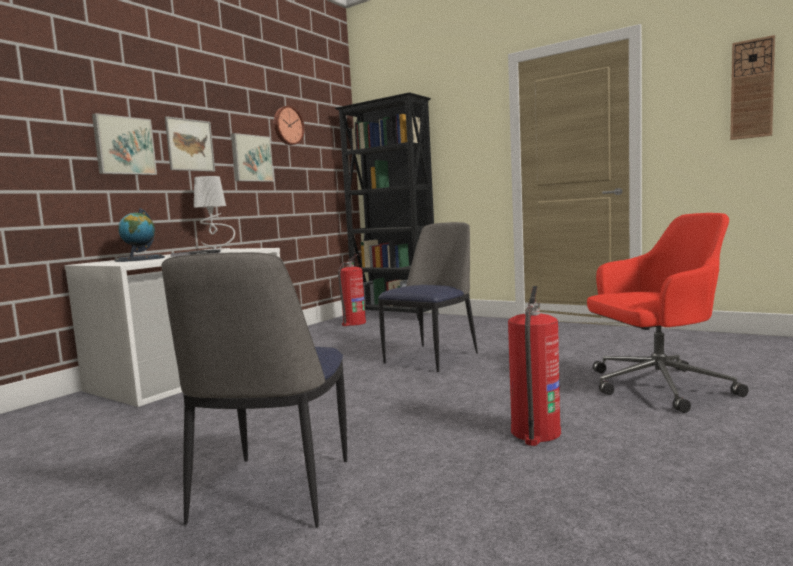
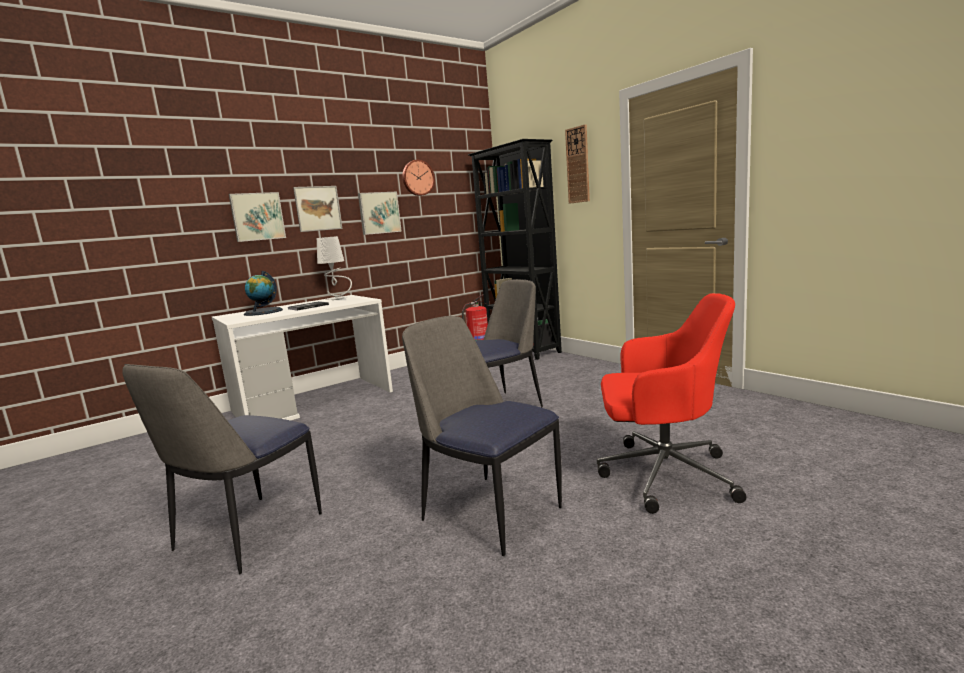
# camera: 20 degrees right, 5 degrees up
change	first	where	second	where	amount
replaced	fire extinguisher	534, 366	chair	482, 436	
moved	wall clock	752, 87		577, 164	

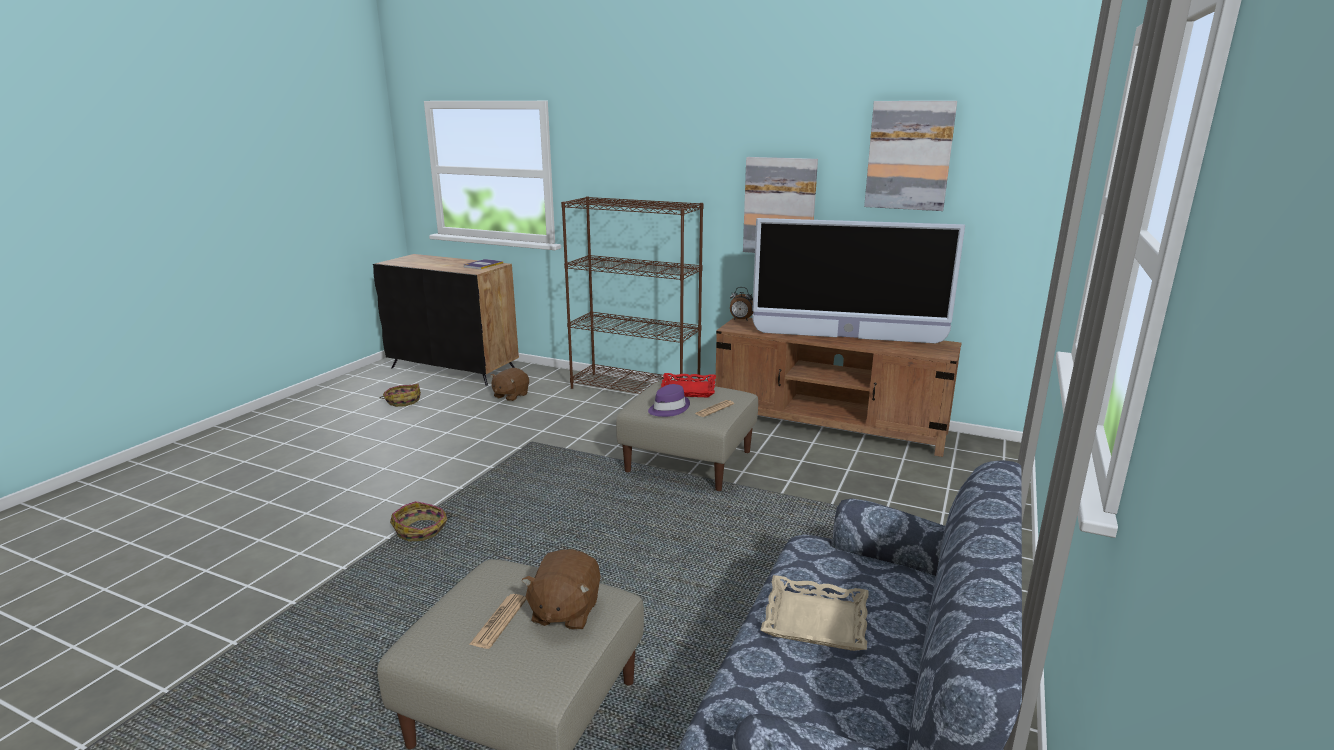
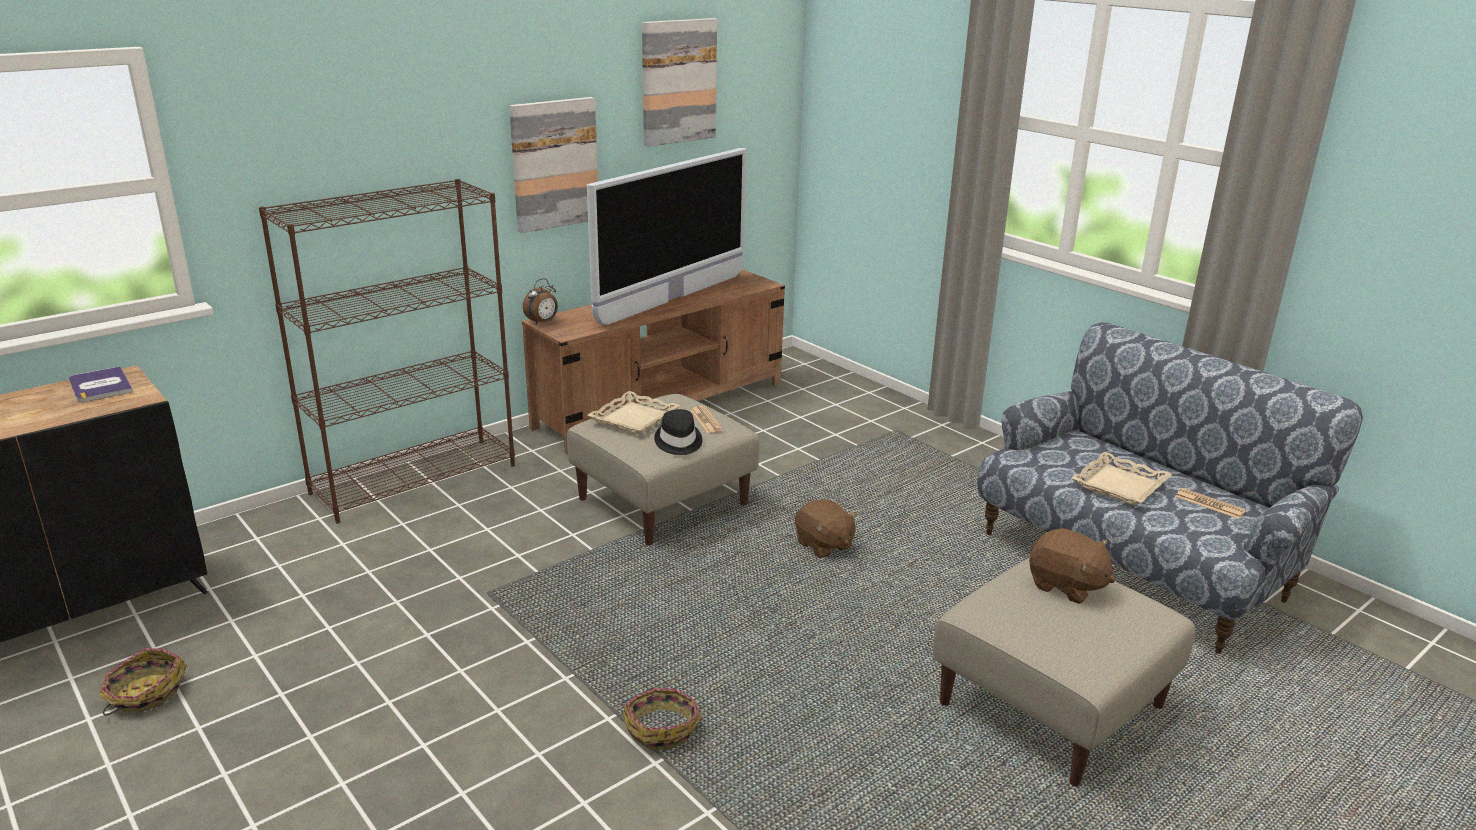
# camera: 65 degrees left, 5 degrees up
change	first	where	second	where	amount
recoloured	red tray	688, 385	beige tray	633, 412	
recoloured	purple hat	669, 400	black hat	678, 432	
moved	brown plush toy	509, 384		826, 528	
moved	newspaper	498, 621		1210, 503	

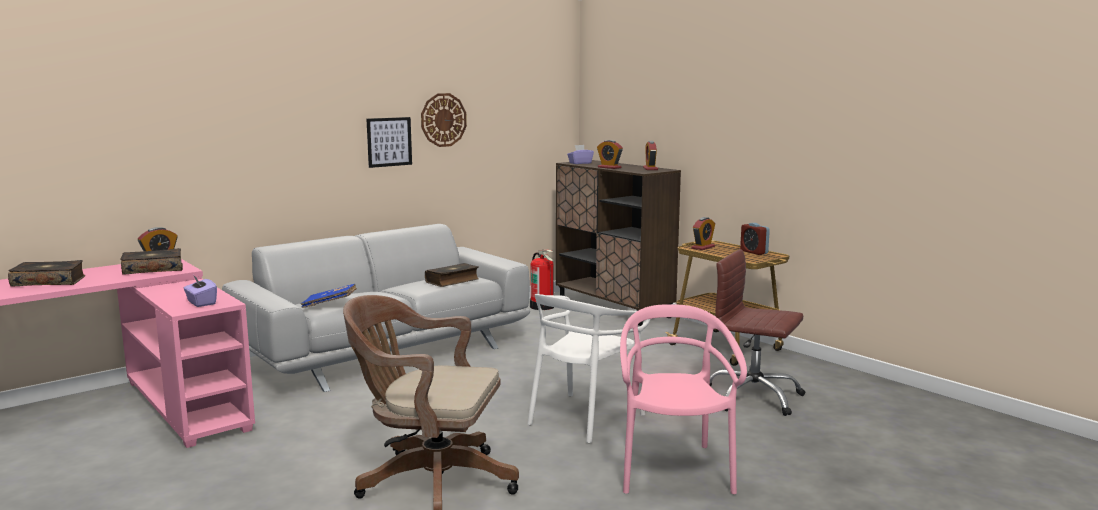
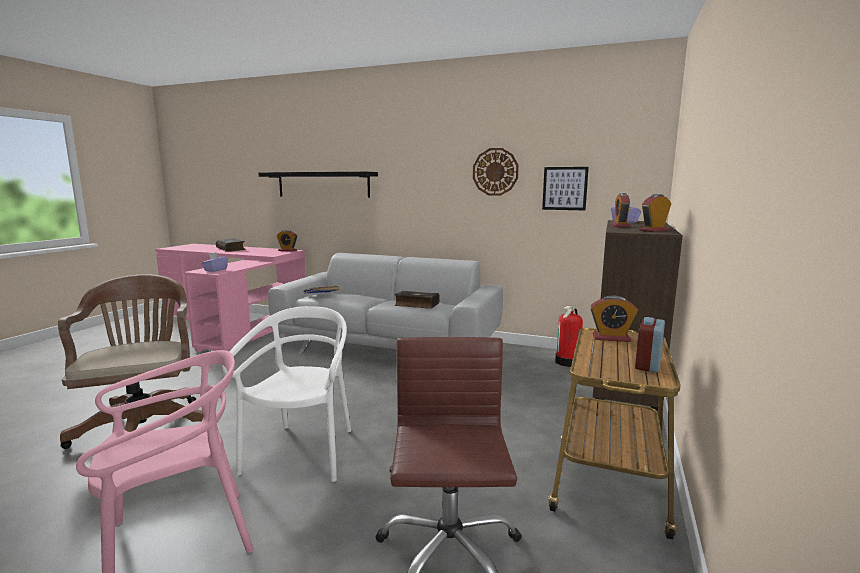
# camera: 60 degrees right, 0 degrees up
change	first	where	second	where	amount
turned	white chair	588, 368		286, 394	90 degrees clockwise
added			black shelf	318, 185	
moved	picture	389, 142		565, 188	
removed	book	151, 261			

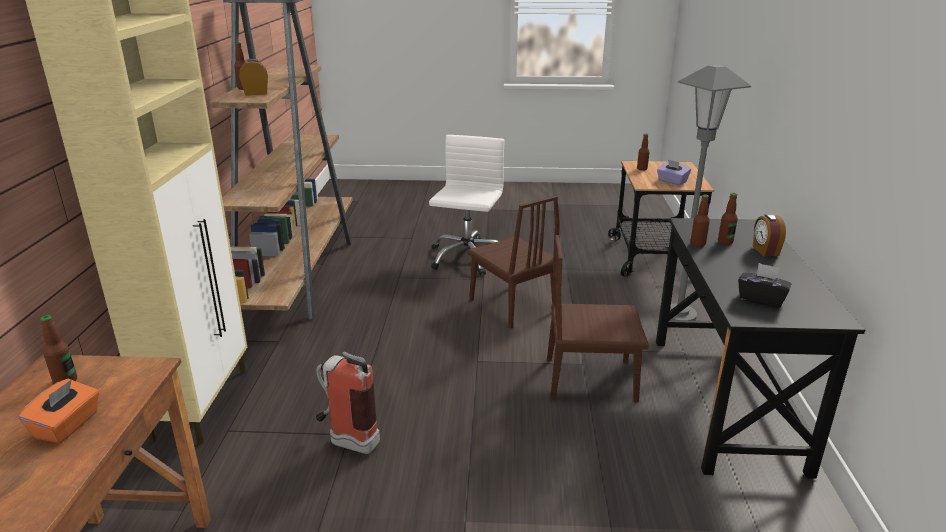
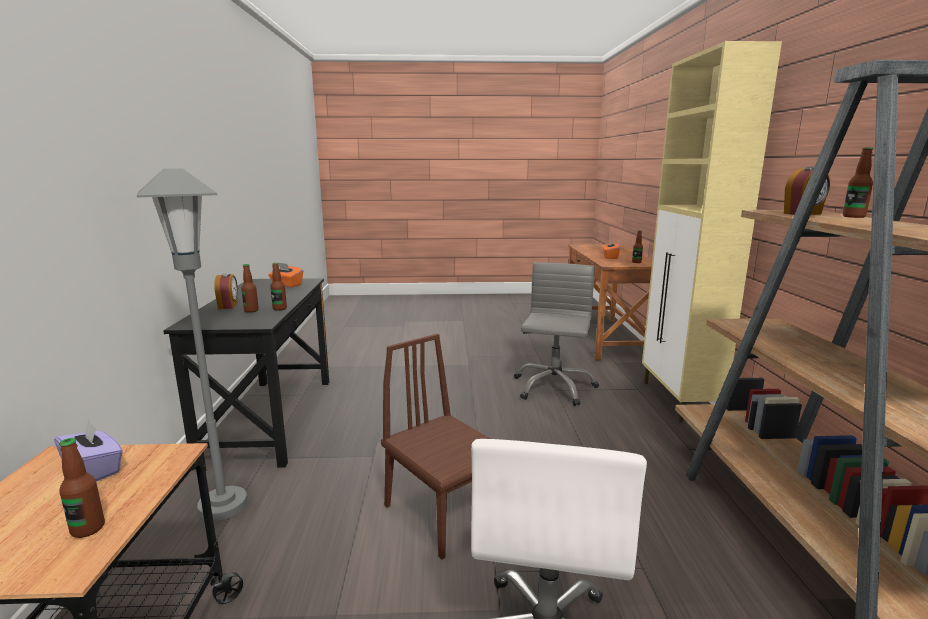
# camera: 175 degrees right, 10 degrees down
change	first	where	second	where	amount
recoloured	black tissue box	764, 285	orange tissue box	285, 275	
replaced	fire extinguisher	348, 403	grey office chair	556, 334	
removed	brown chair	598, 318			

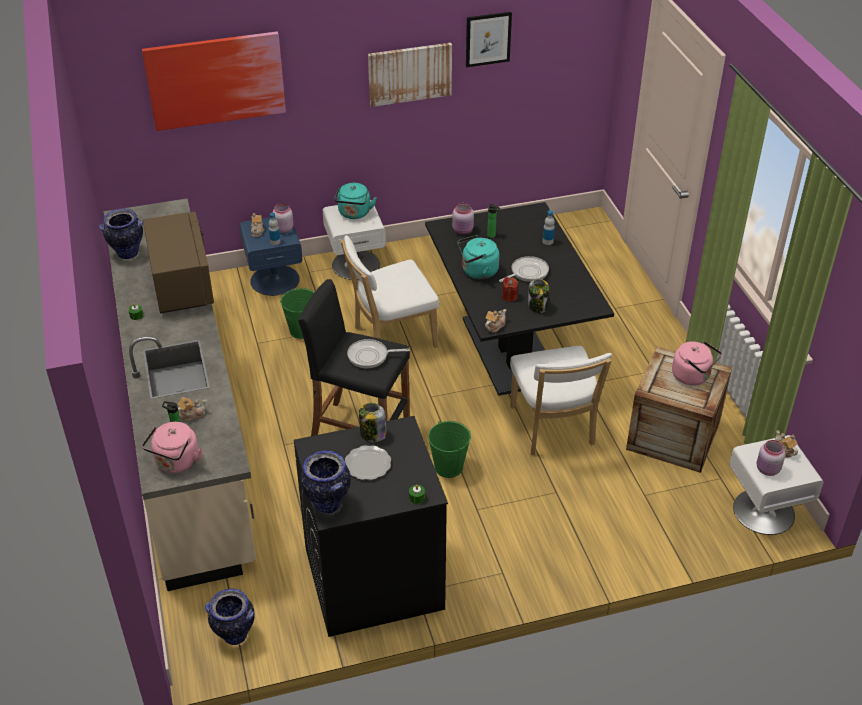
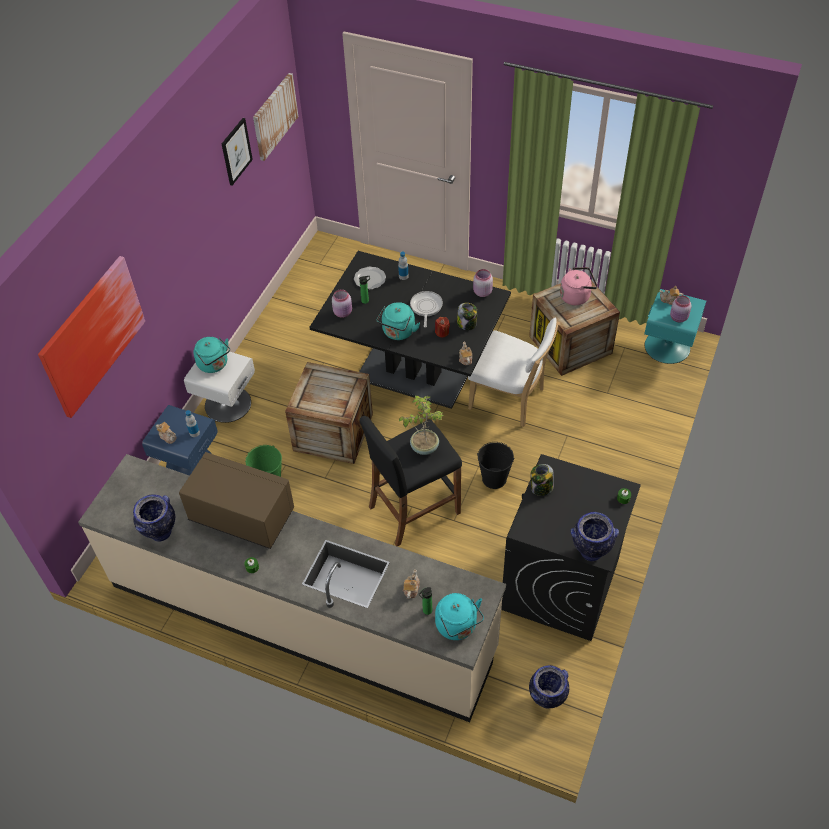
# camera: 50 degrees left, 10 degrees up
change	first	where	second	where	amount
moved	picture	410, 75		276, 117	
replaced	white chair	390, 291	crate	329, 413	
moved	plate	368, 463		370, 278	
replaced	frying pan	378, 353	potted plant	421, 425	
recoloured	pink kettle	172, 447	turquoise kettle	459, 616	
moved	pink jar	283, 218		483, 283	
recoloured	green bucket	449, 449	black bucket	496, 465	
recoloured	white nightstand	776, 485	turquoise nightstand	675, 326	

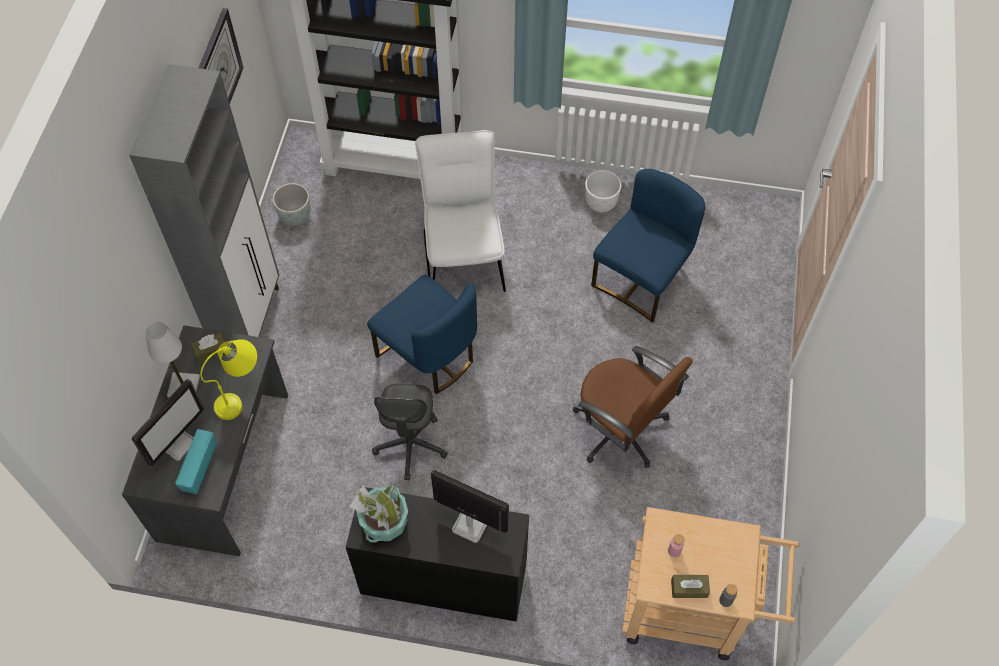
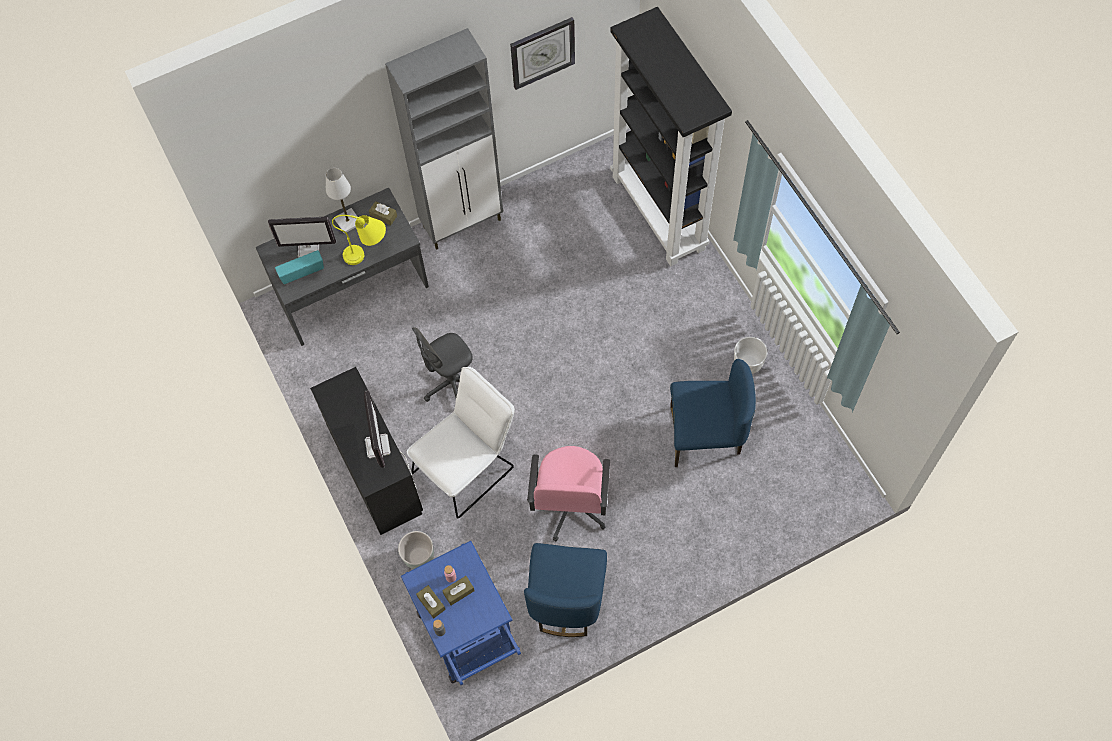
# camera: 55 degrees right, 5 degrees up
change	first	where	second	where	amount
moved	grey planter	291, 204		416, 550	
recoloured	beige cart	710, 583	blue cart	461, 613	
moved	white chair	460, 211		461, 442	
added			brown tissue box	458, 590	
moved	blue chair	422, 334		565, 590	
recoloured	brown office chair	633, 407	pink office chair	568, 493	
removed	potted plant	378, 510			

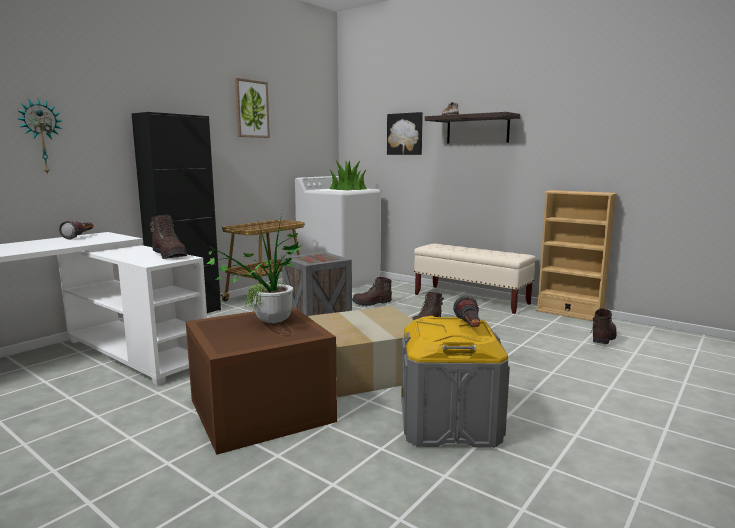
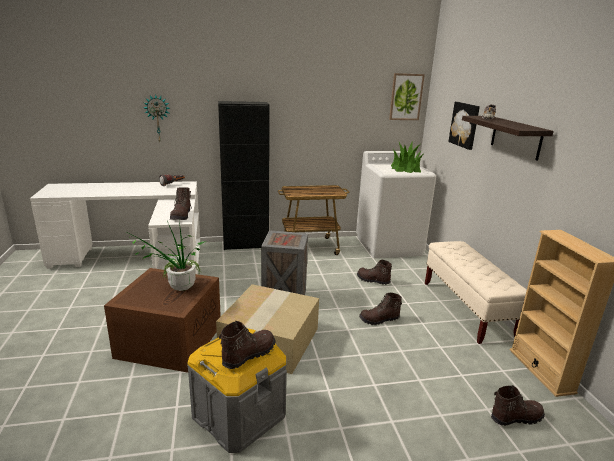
# camera: 40 degrees right, 10 degrees up
change	first	where	second	where	amount
replaced	flashlight	466, 311	brown boot	247, 345	
moved	picture	252, 108		407, 96	

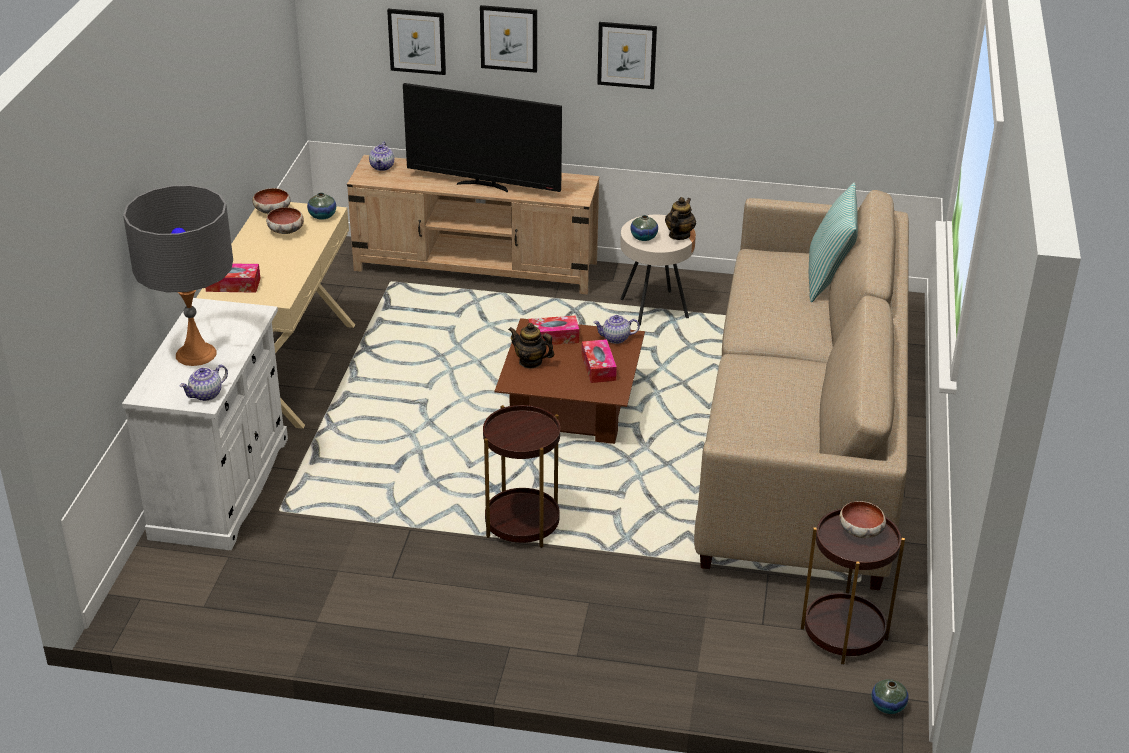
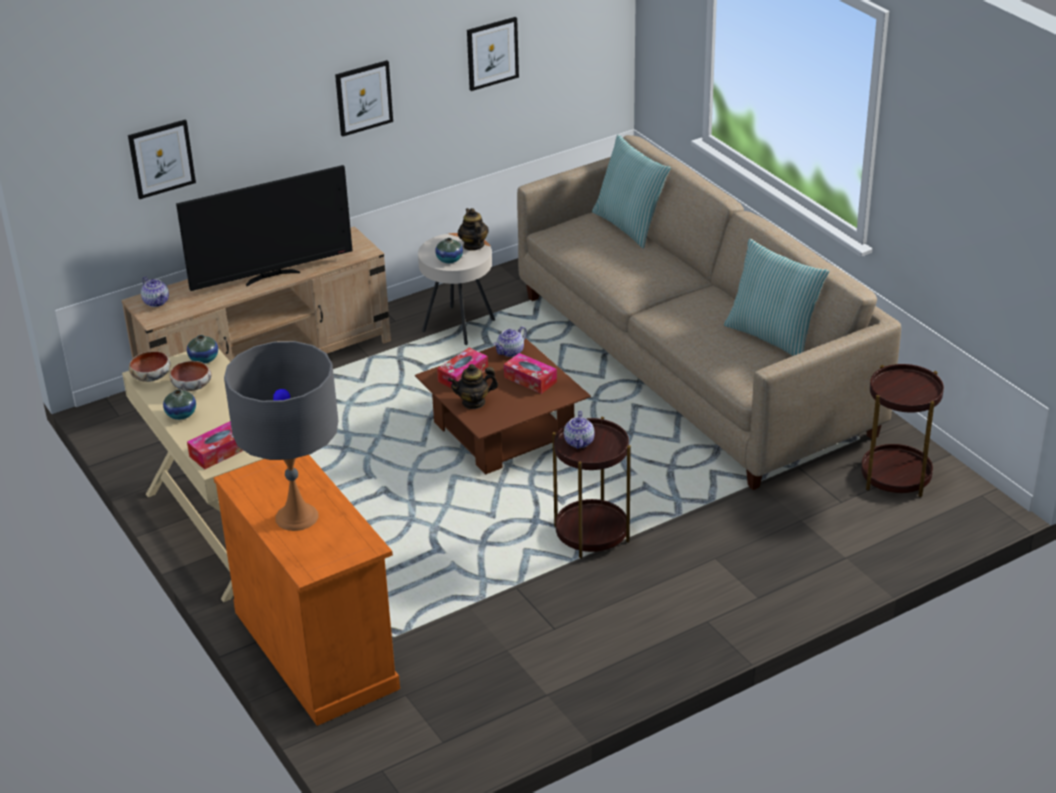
# camera: 40 degrees left, 0 degrees up
change	first	where	second	where	amount
moved	vase	890, 696		179, 405	
recoloured	white cabinet	205, 424	orange cabinet	307, 590	
moved	picture	508, 39		493, 54	
moved	teapot	204, 383		579, 430	
added			pillow	776, 297	
removed	bowl	862, 519			

